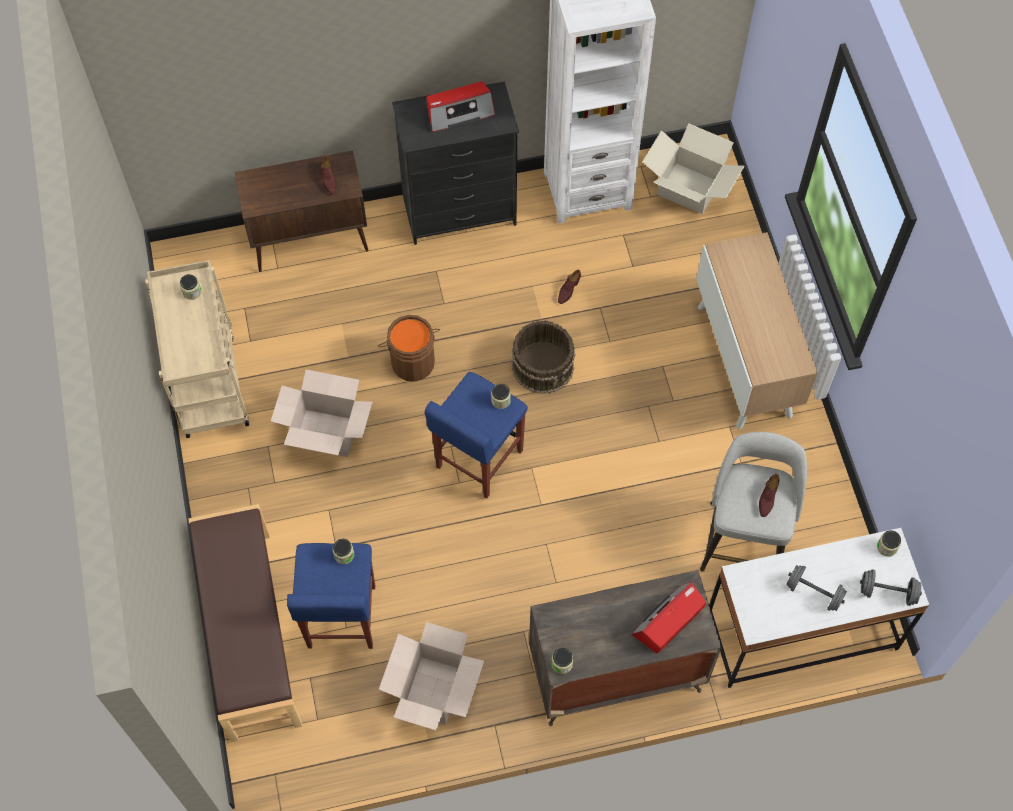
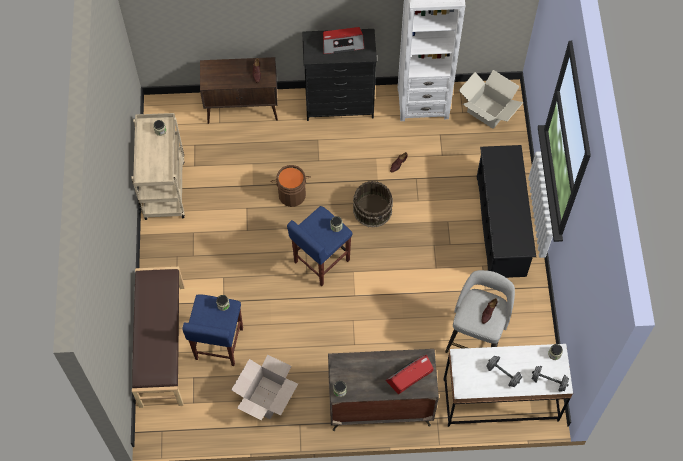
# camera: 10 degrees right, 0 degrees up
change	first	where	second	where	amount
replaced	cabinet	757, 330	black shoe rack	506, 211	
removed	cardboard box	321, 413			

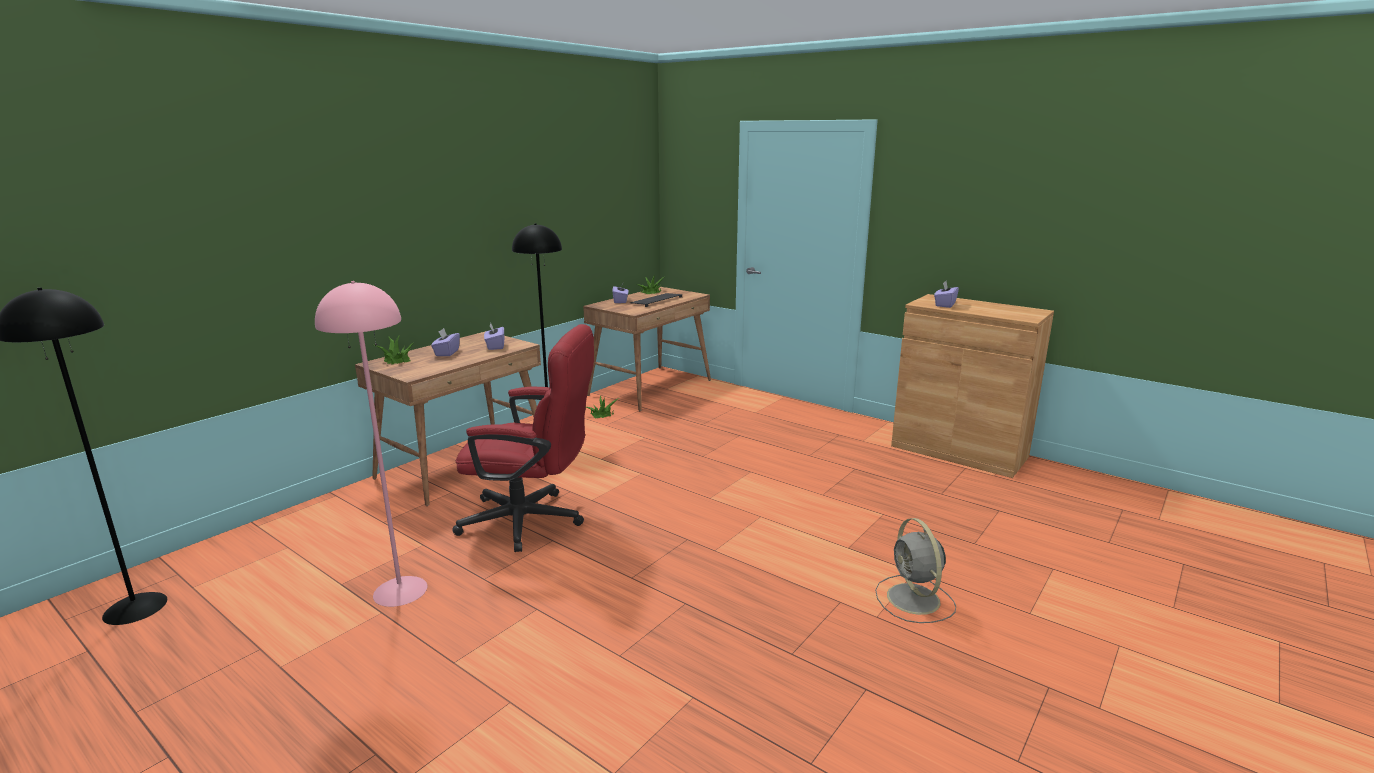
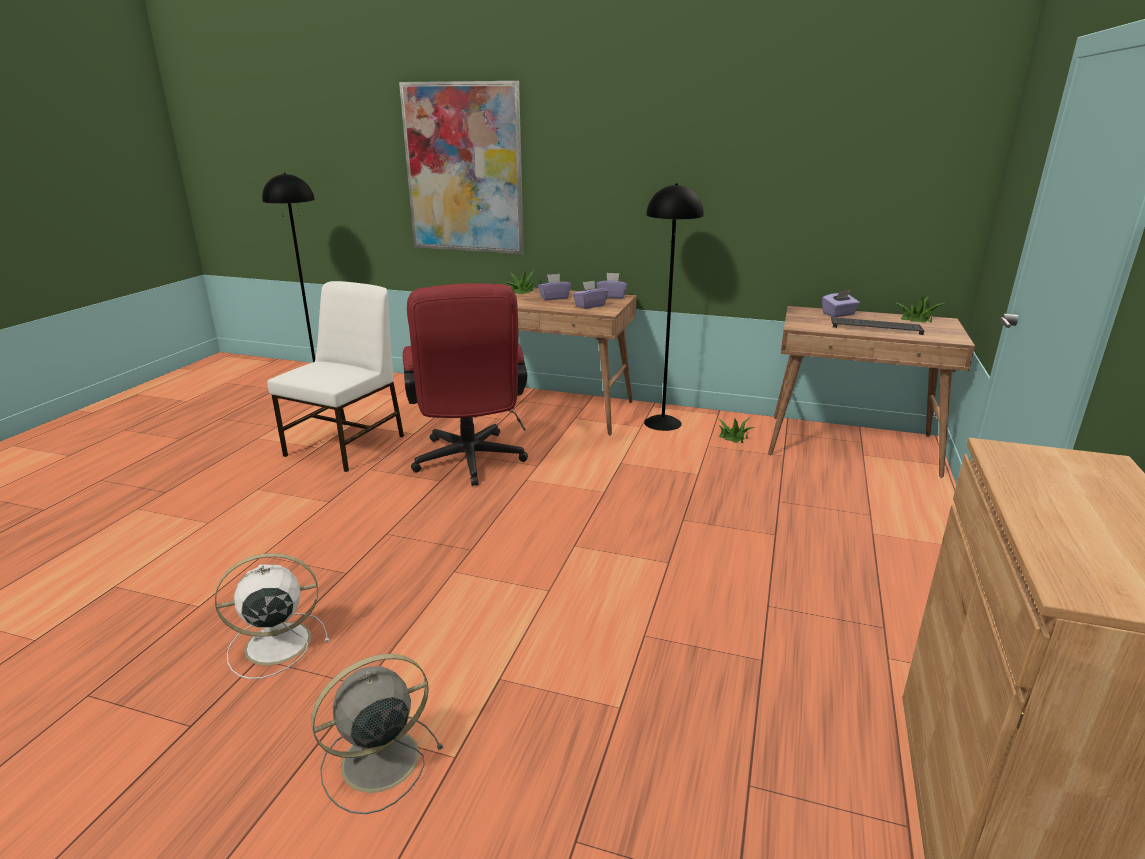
# camera: 70 degrees right, 5 degrees up
change	first	where	second	where	amount
added			white fan	272, 616	
replaced	pink floor lamp	371, 444	white chair	335, 376	
added			picture	461, 167	
moved	purple tissue box	946, 294		612, 286	

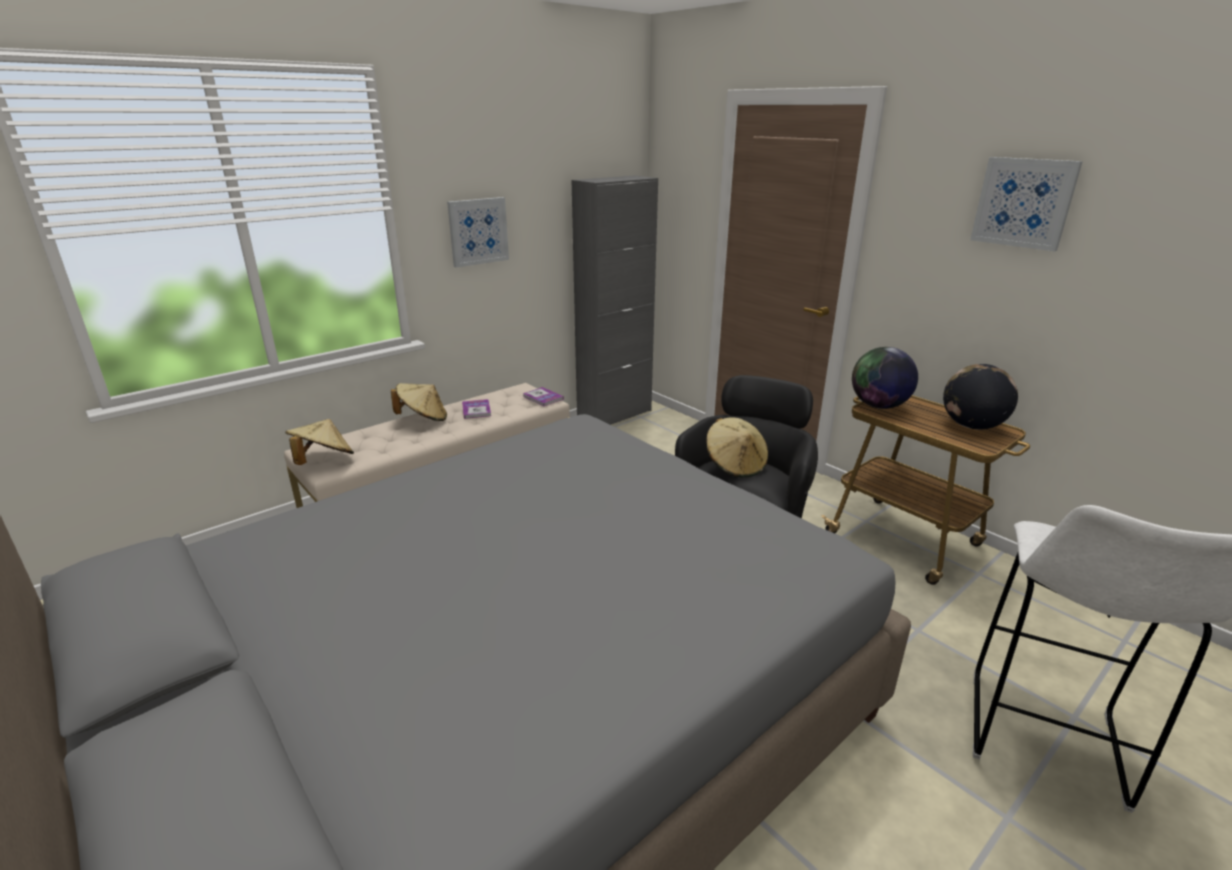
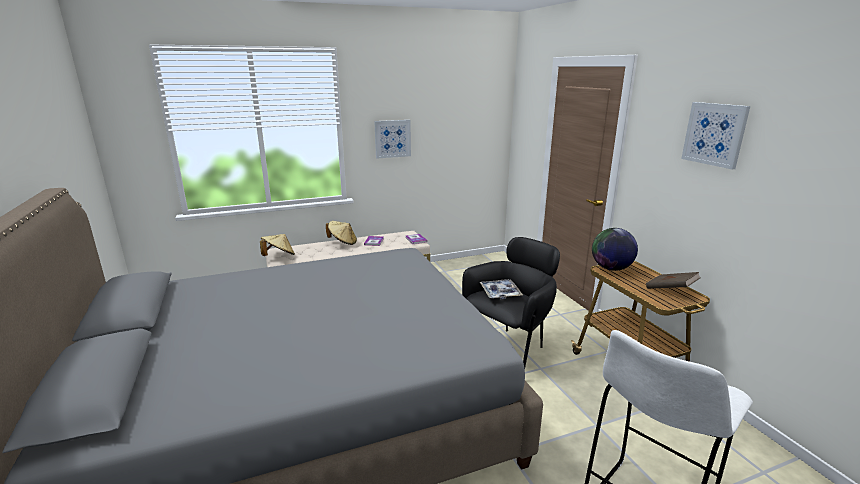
# camera: 20 degrees right, 5 degrees down
change	first	where	second	where	amount
replaced	beige hat	737, 447	tray	501, 289	
replaced	globe	980, 397	brown book	673, 280	
removed	grey cabinet	615, 300			

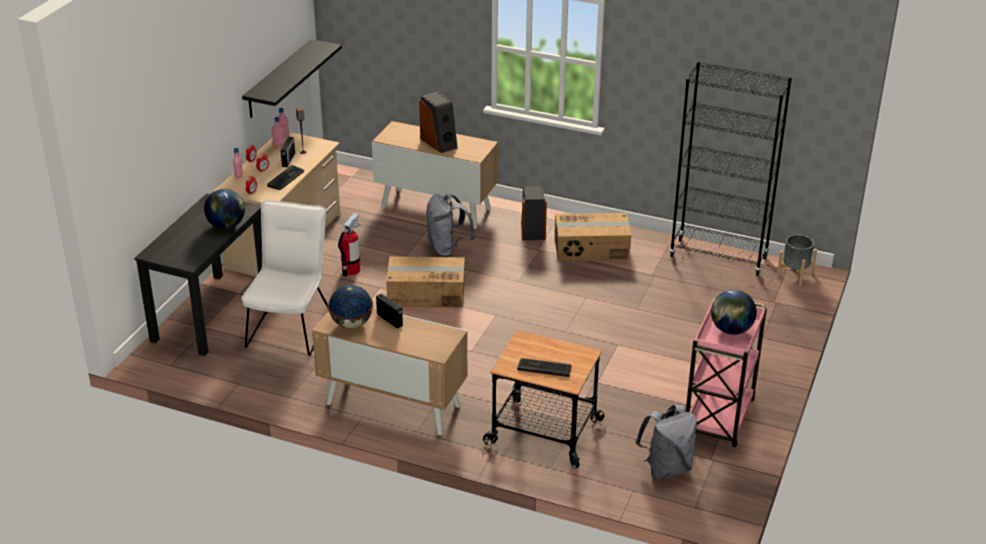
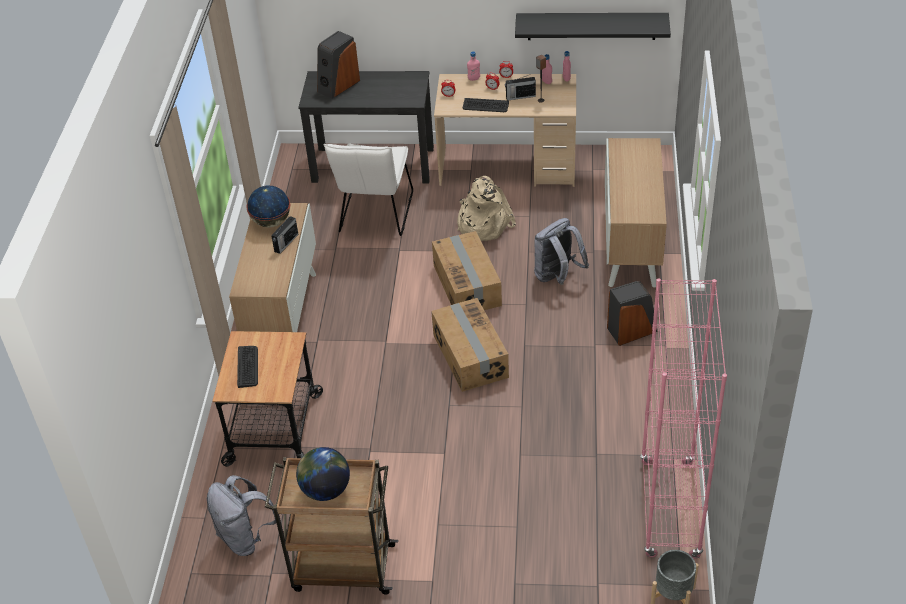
# camera: 75 degrees right, 10 degrees up
change	first	where	second	where	amount
recoloured	pink cart	726, 371	brown cart	331, 526	
moved	speaker	438, 122		338, 65	
turned	white chair	284, 278		368, 189	105 degrees clockwise
moved	cardboard box	593, 237		470, 345	
replaced	fire extinguisher	349, 245	beige backpack	486, 208	
recoloured	black bookcase	730, 168	pink bookcase	683, 418	
removed	globe	224, 209			

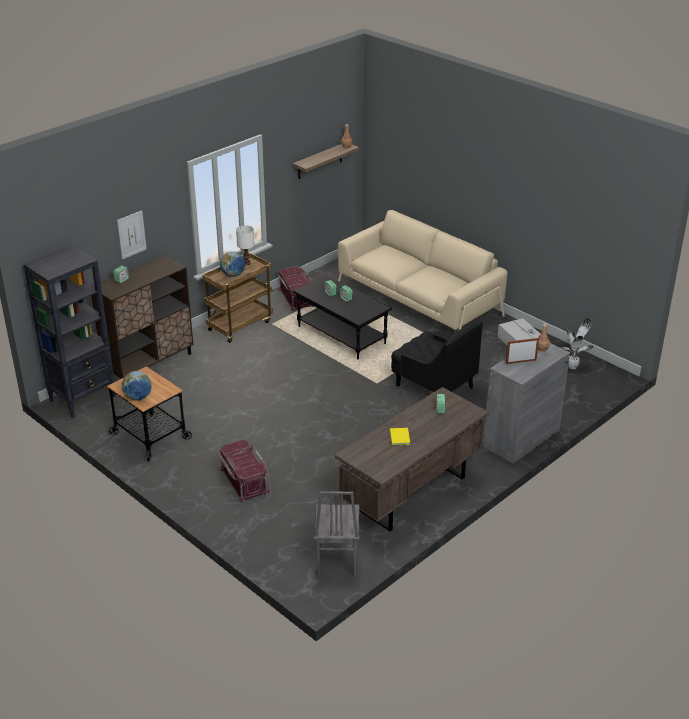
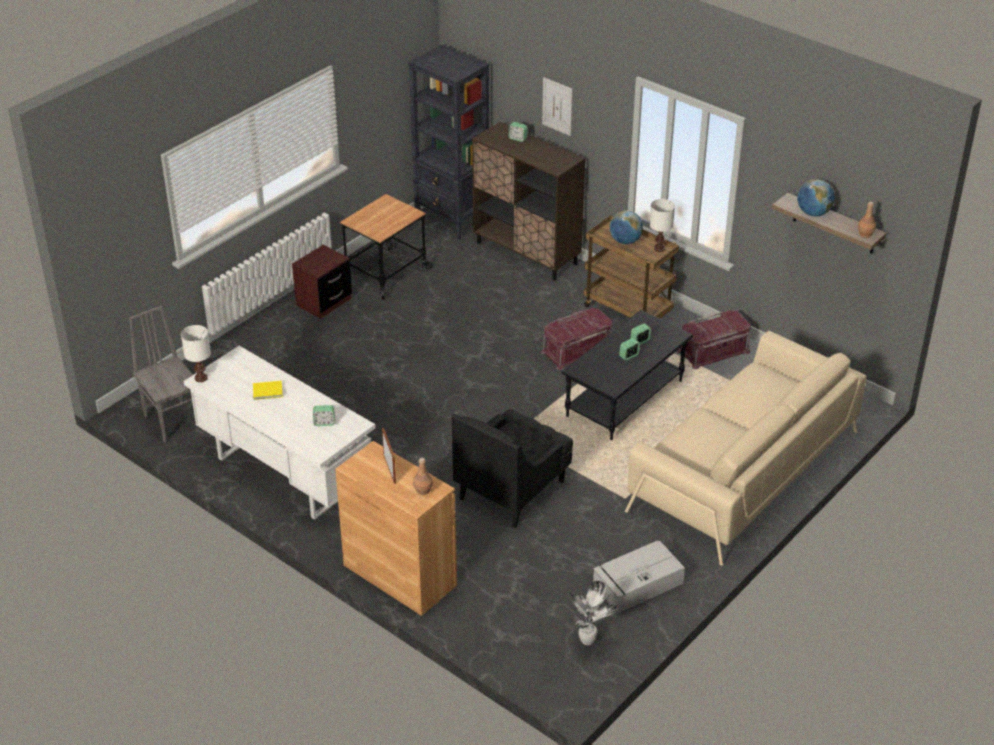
# camera: 85 degrees right, 5 degrees up
change	first	where	second	where	amount
turned	grey chair	337, 534		161, 373	60 degrees clockwise
added			white table lamp	196, 353	
recoloured	brown desk	412, 459	white desk	279, 433	
added			brown nightstand	322, 282	
recoloured	grey cabinet	526, 403	brown cabinet	396, 528	
moved	red storage box	244, 471		576, 339	
moved	globe	137, 385		816, 197	

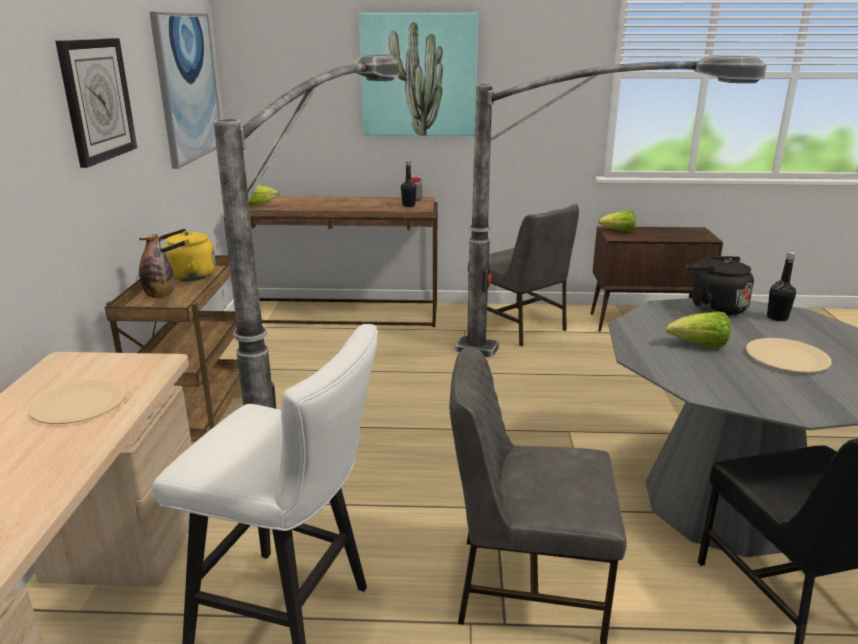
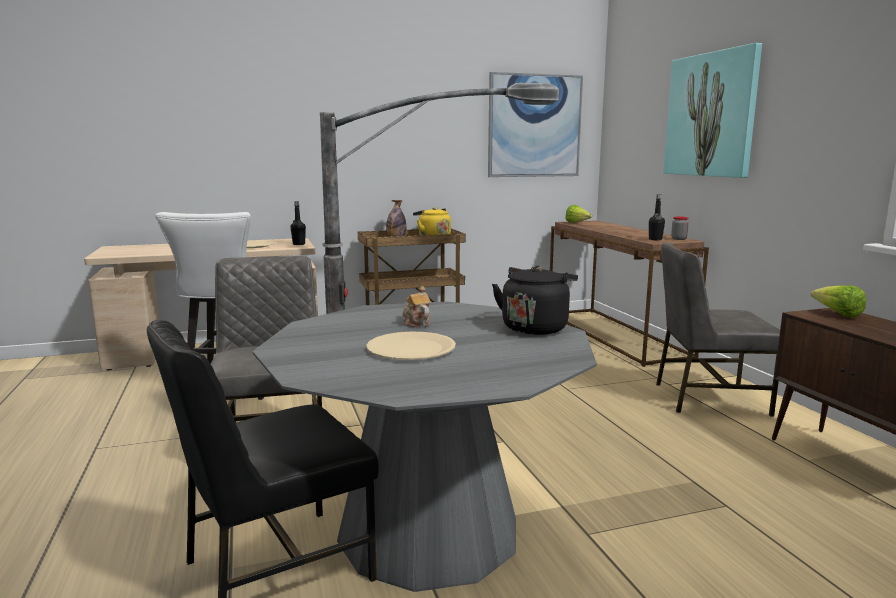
# camera: 70 degrees right, 10 degrees down
change	first	where	second	where	amount
moved	black bottle	781, 286		298, 223	
replaced	lettuce	698, 329	teapot	416, 306	
turned	grey chair	523, 275		718, 329	60 degrees clockwise
removed	wall clock	96, 103			
removed	floor lamp	610, 206			

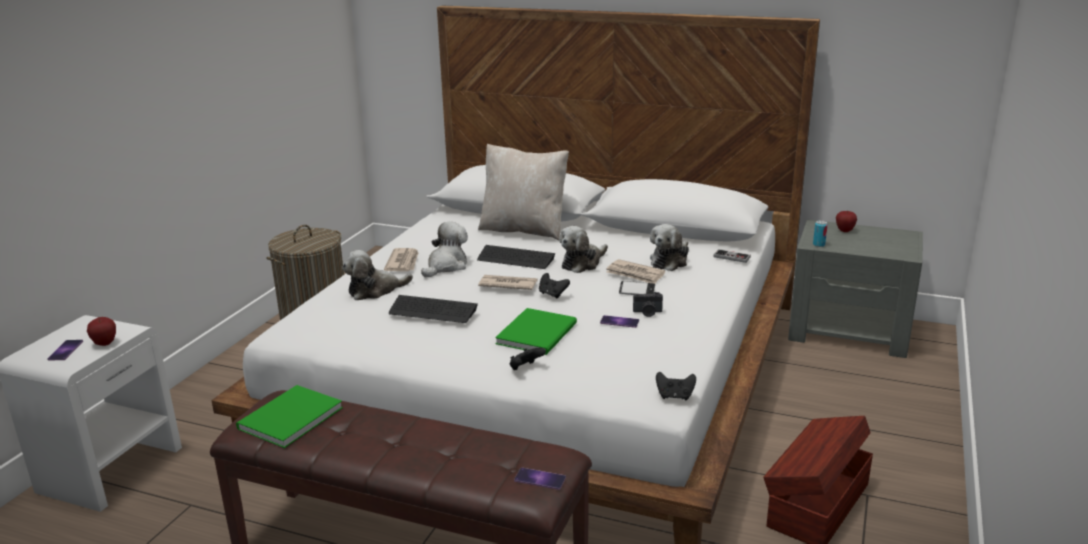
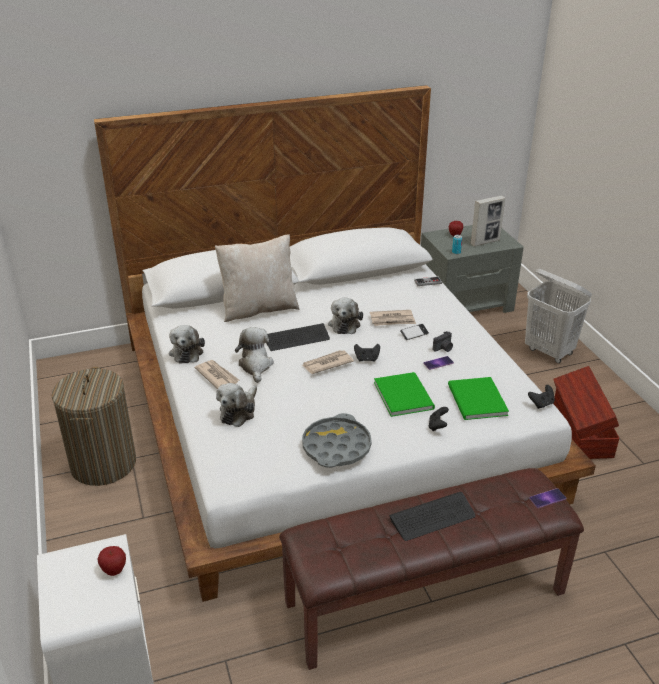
# camera: 40 degrees left, 10 degrees up
change	first	where	second	where	amount
moved	plush toy	669, 247		187, 344	
added			grey tray	337, 440	
moved	keyboard	433, 309		432, 516	
moved	green book	289, 416		478, 398	
added			picture frame	488, 221	
added			white laundry basket	558, 316	
removed	phone	65, 350			

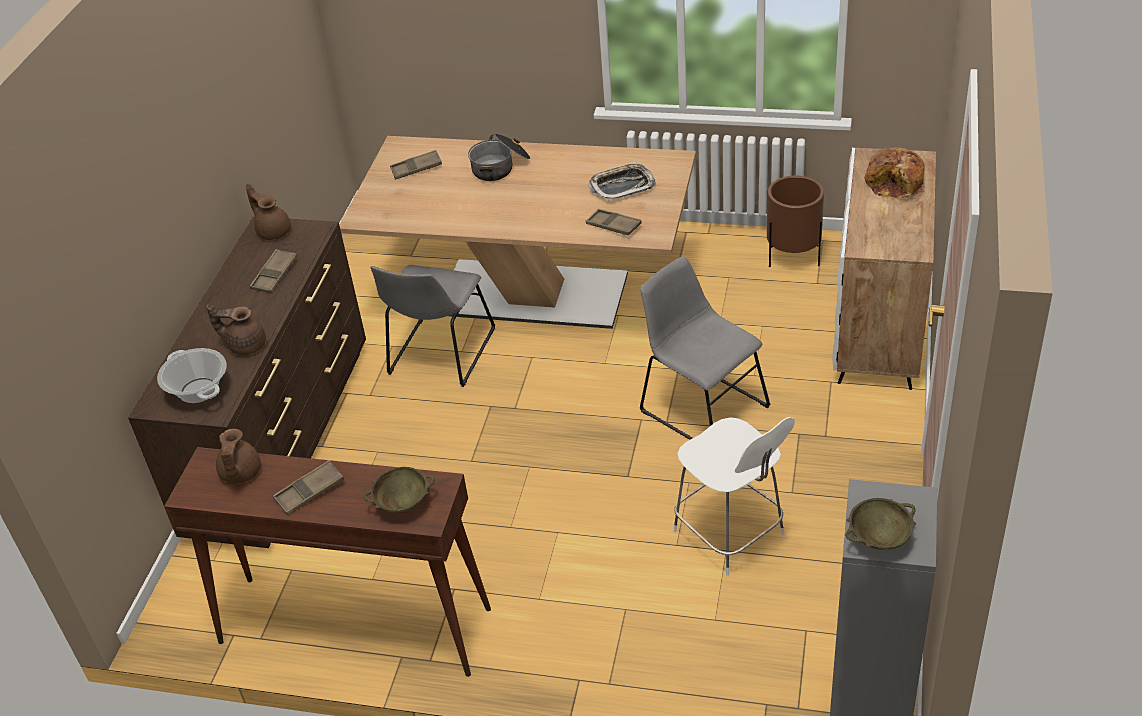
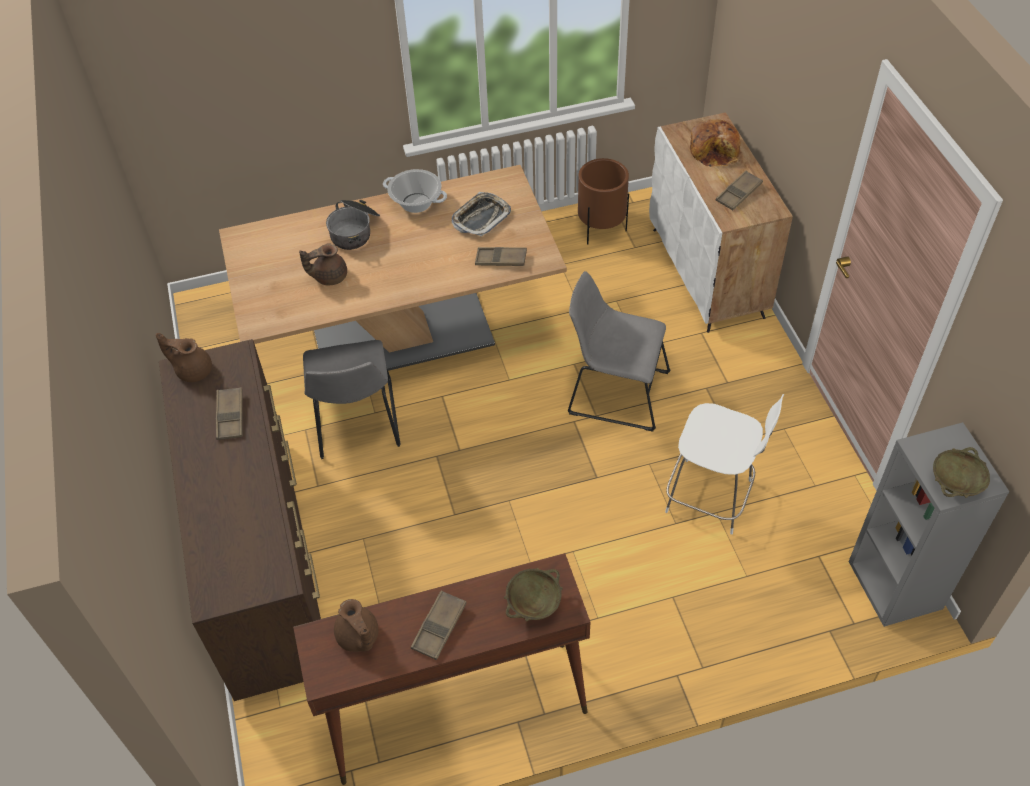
# camera: 30 degrees left, 10 degrees up
change	first	where	second	where	amount
moved	brown teapot	236, 329		323, 264	
moved	cooking pot	191, 375		415, 191	
moved	brown tray	416, 165		739, 190	

